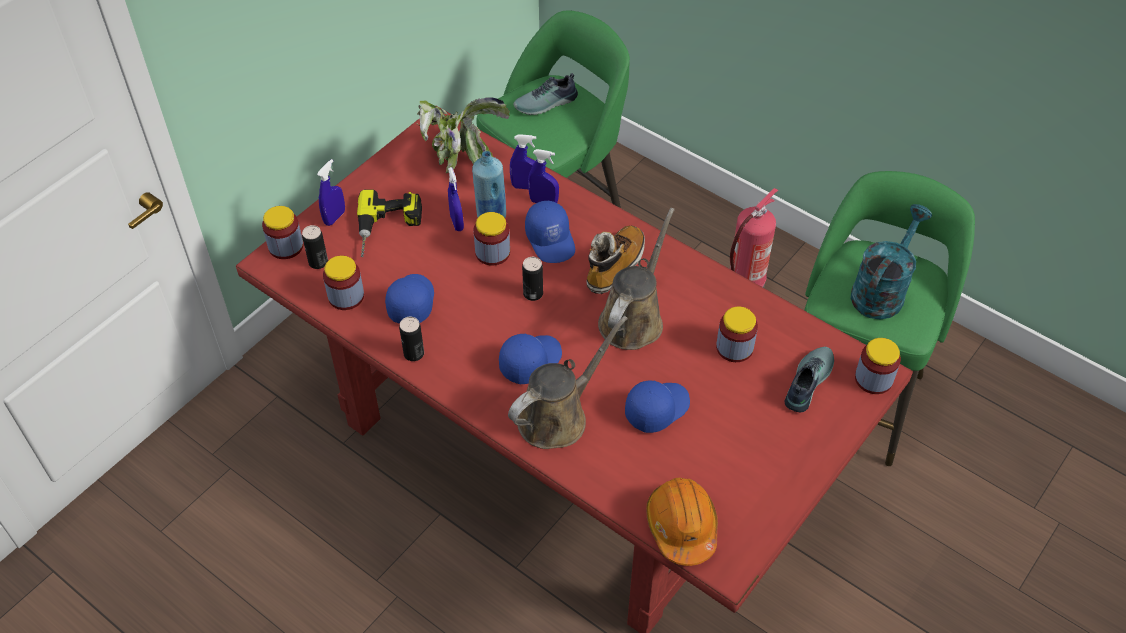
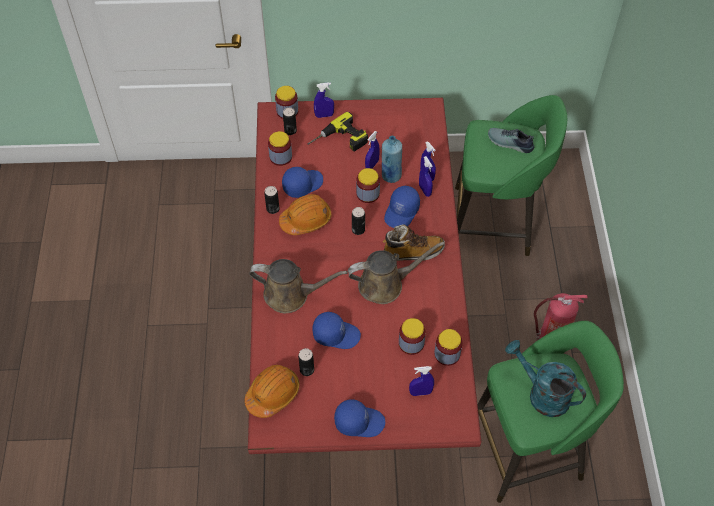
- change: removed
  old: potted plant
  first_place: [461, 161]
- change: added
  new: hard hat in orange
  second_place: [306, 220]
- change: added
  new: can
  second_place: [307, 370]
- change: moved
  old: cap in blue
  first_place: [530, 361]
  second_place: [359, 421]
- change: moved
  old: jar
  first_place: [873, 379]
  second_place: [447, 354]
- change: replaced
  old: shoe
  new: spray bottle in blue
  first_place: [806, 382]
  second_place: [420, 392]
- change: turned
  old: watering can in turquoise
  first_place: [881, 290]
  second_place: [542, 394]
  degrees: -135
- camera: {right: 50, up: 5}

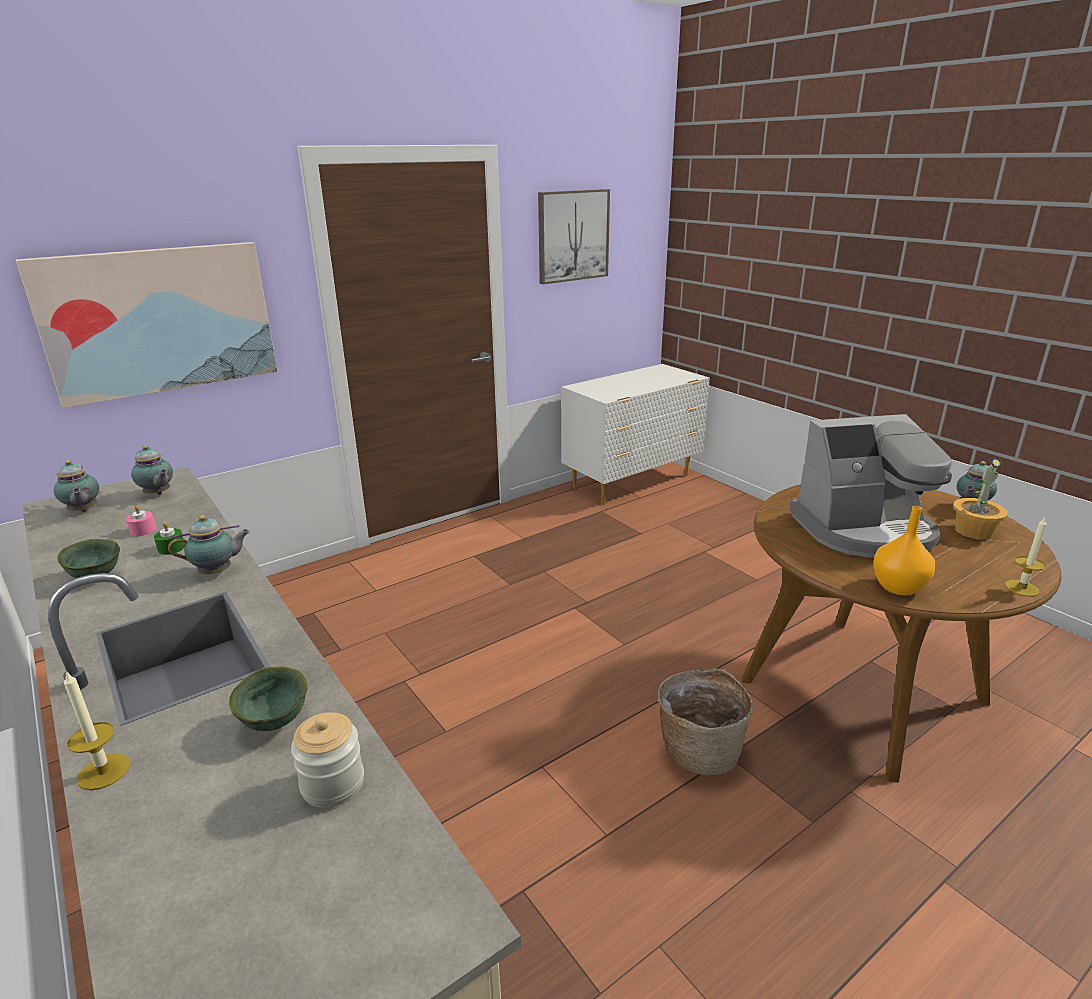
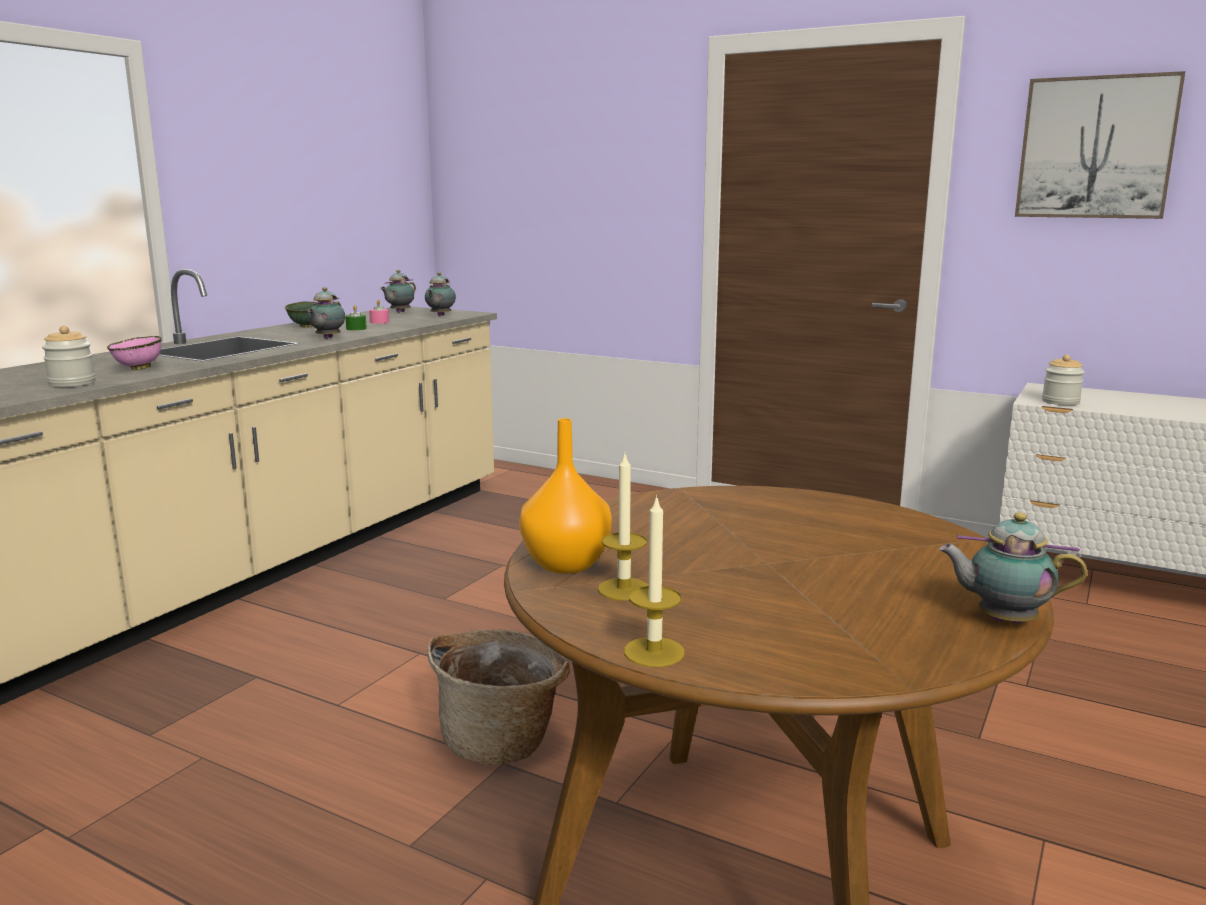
- change: removed
  old: picture
  first_place: [160, 320]
- change: removed
  old: coffee machine
  first_place: [864, 530]
- change: removed
  old: potted plant
  first_place: [973, 531]
- change: added
  new: jar
  second_place: [1060, 402]
- change: moved
  old: candle
  first_place: [104, 771]
  second_place: [624, 589]
- change: recoloured
  old: bowl in green
  new: bowl in pink
  first_place: [277, 722]
  second_place: [139, 369]
- change: turned
  old: teapot
  first_place: [218, 572]
  second_place: [327, 338]
  degrees: 60
- camera: {right: 65, up: -10}

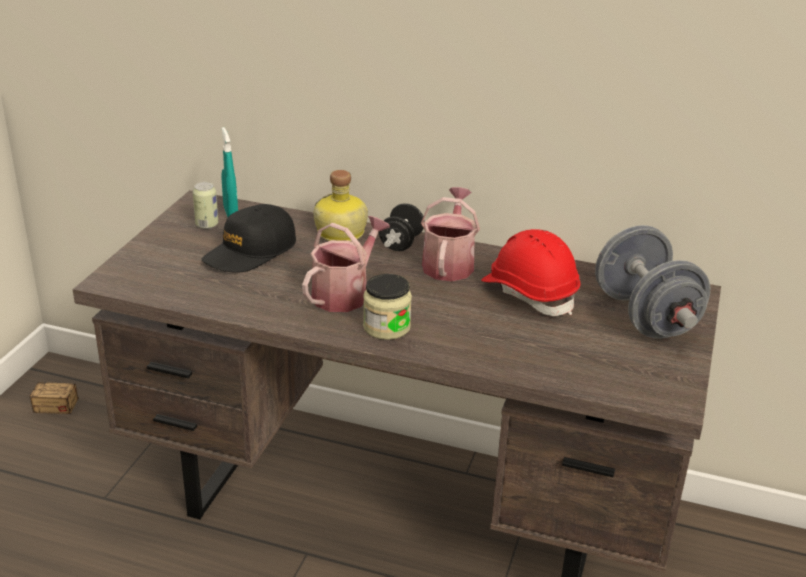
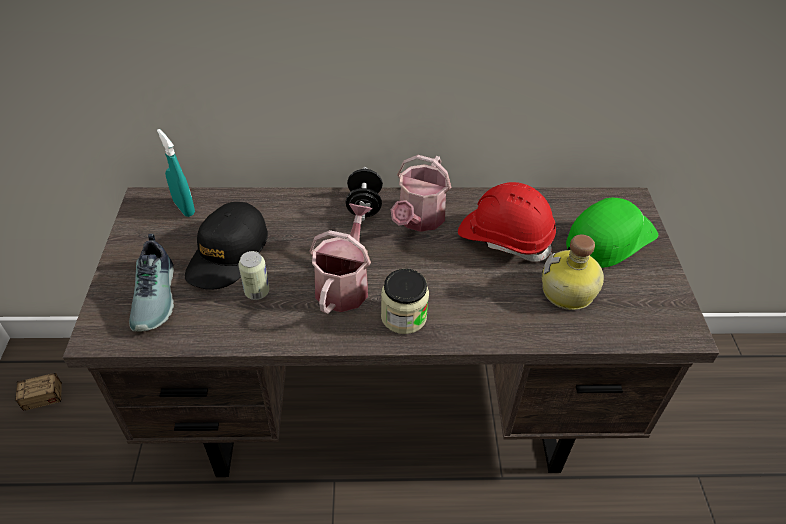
- change: added
  new: shoe
  second_place: [157, 296]
- change: moved
  old: can
  first_place: [207, 225]
  second_place: [257, 292]
- change: moved
  old: bottle
  first_place: [340, 233]
  second_place: [568, 293]
- change: replaced
  old: dumbbell in grey
  new: cap in green
  first_place: [645, 316]
  second_place: [609, 238]
- change: turned
  old: watering can
  first_place: [449, 263]
  second_place: [418, 220]
  degrees: -150
- camera: {right: -20, up: 15}

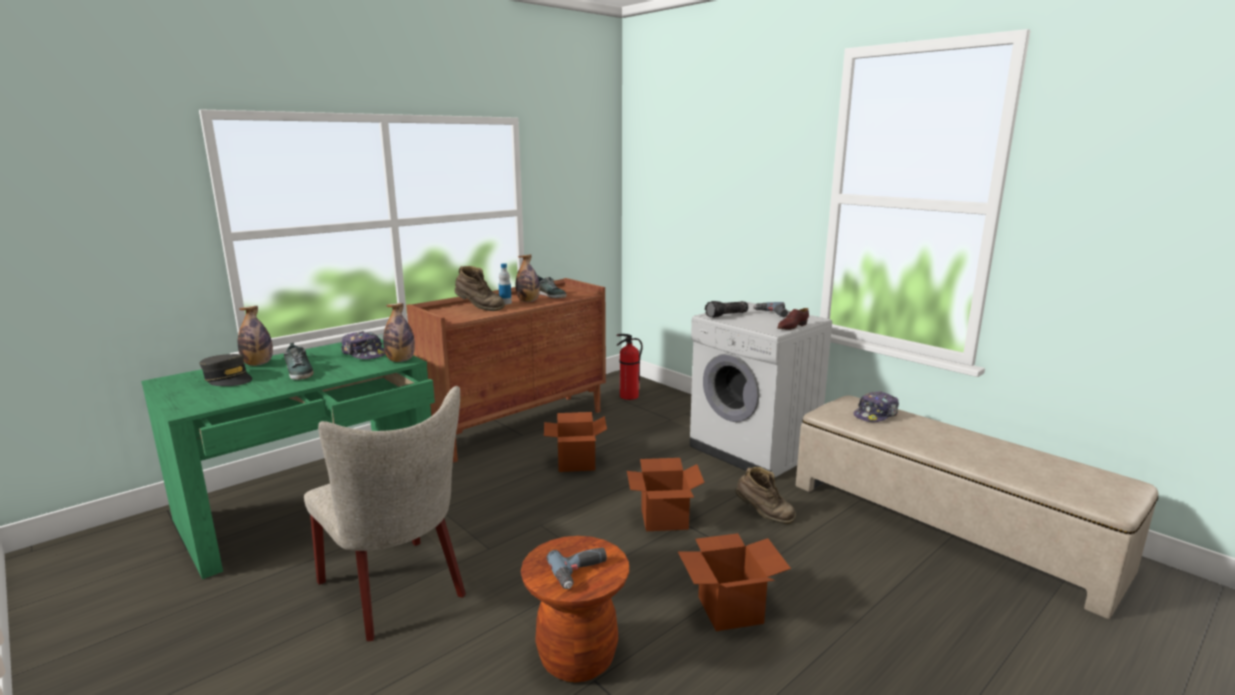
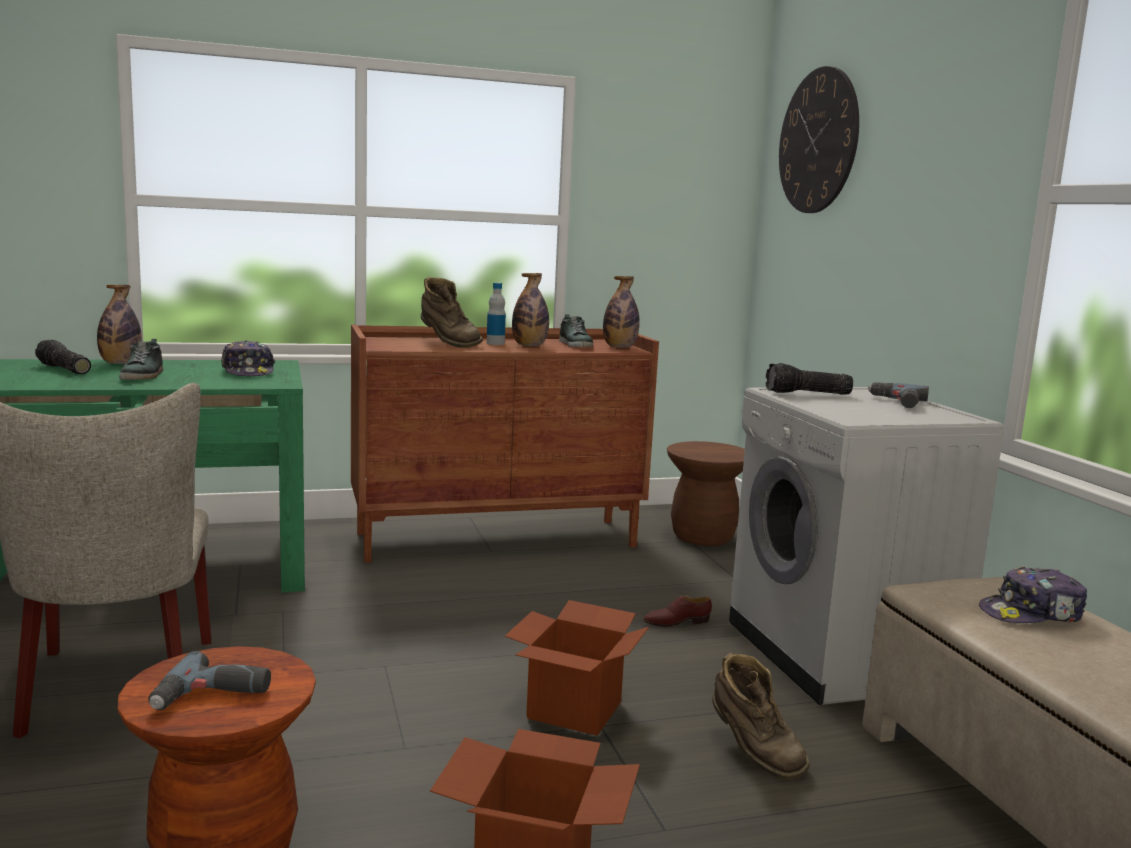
- change: removed
  old: cardboard box
  first_place: [576, 463]
- change: added
  new: wall clock
  second_place: [818, 141]
- change: moved
  old: bottle
  first_place: [400, 360]
  second_place: [619, 347]
- change: moved
  old: shoe in brown
  first_place: [792, 327]
  second_place: [676, 622]
- change: replaced
  old: cap in grey
  new: flashlight
  first_place: [228, 379]
  second_place: [63, 369]
- change: replaced
  old: fire extinguisher
  new: stool in brown
  first_place: [628, 396]
  second_place: [702, 537]
- camera: {right: 25, up: -5}

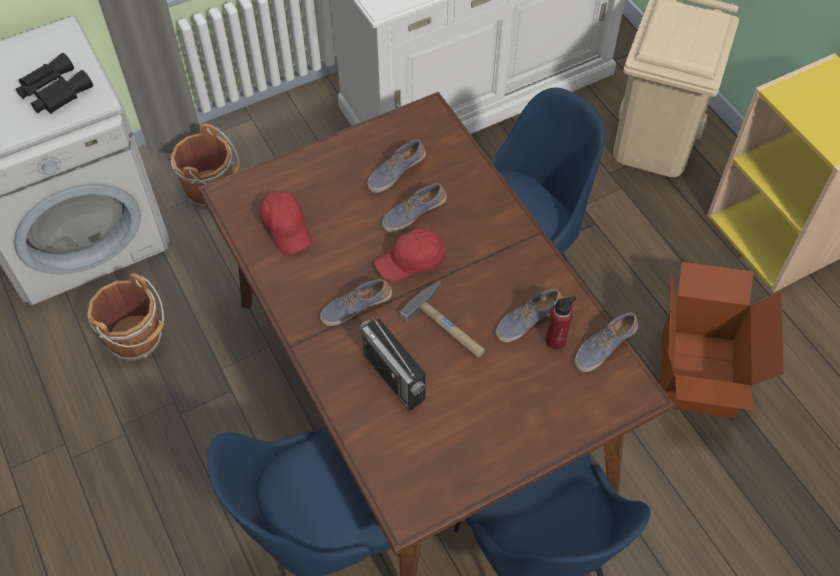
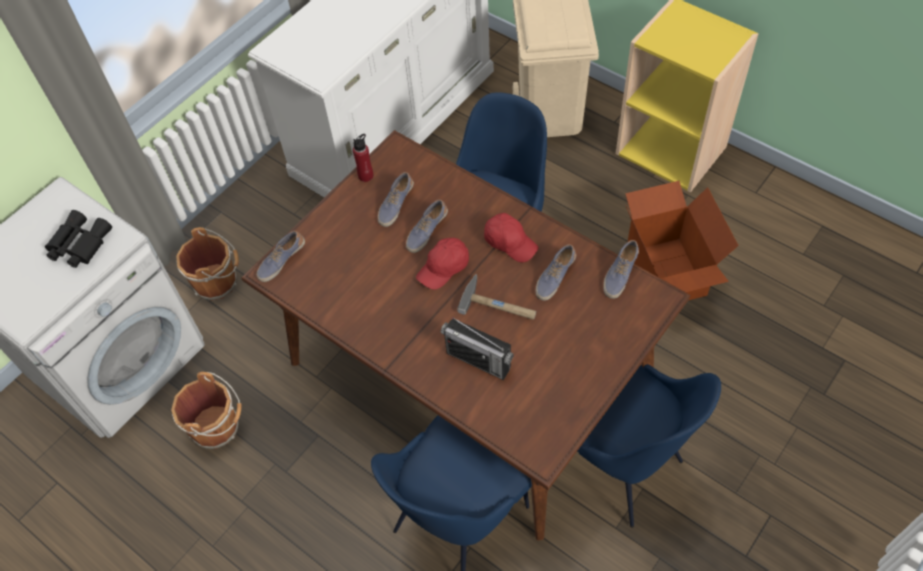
- change: moved
  old: cap in red
  first_place: [287, 228]
  second_place: [510, 242]
- change: moved
  old: shoe
  first_place: [355, 307]
  second_place: [281, 261]
- change: moved
  old: bottle in red
  first_place: [556, 340]
  second_place: [366, 176]
- camera: {right: -20, up: 0}

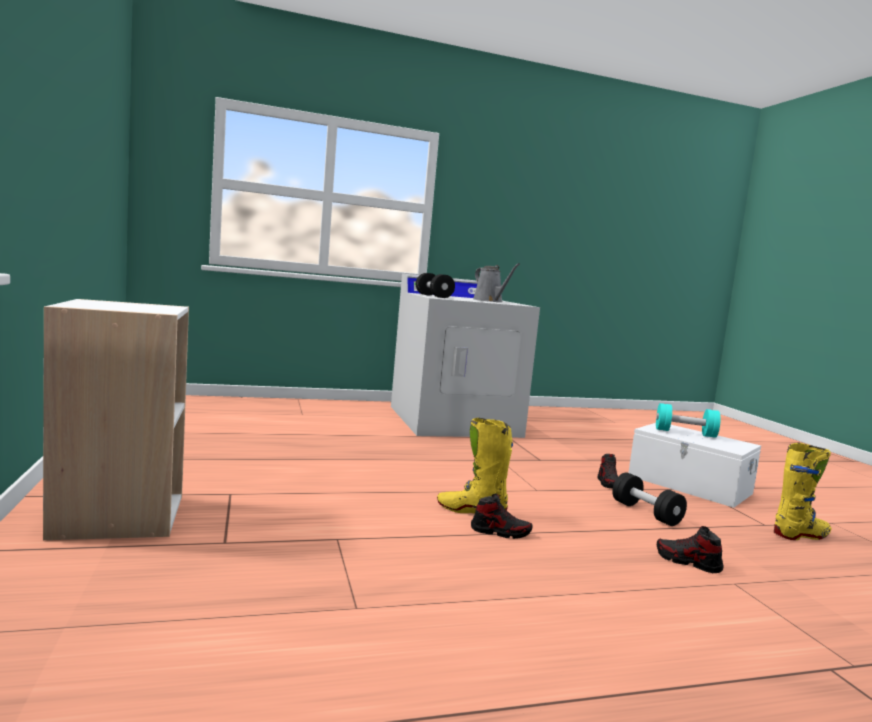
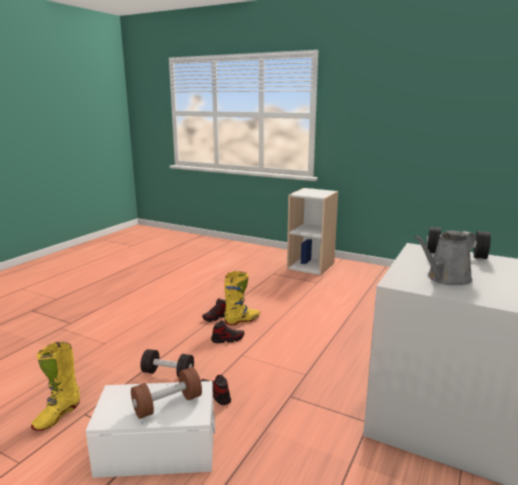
- change: moved
  old: shoe
  first_place: [688, 562]
  second_place: [227, 339]
- change: recoloured
  old: dumbbell in turquoise
  new: dumbbell in brown
  first_place: [685, 433]
  second_place: [167, 404]
- change: turned
  old: watering can in grey
  first_place: [489, 301]
  second_place: [446, 279]
  degrees: -45
- camera: {right: 135, up: 10}

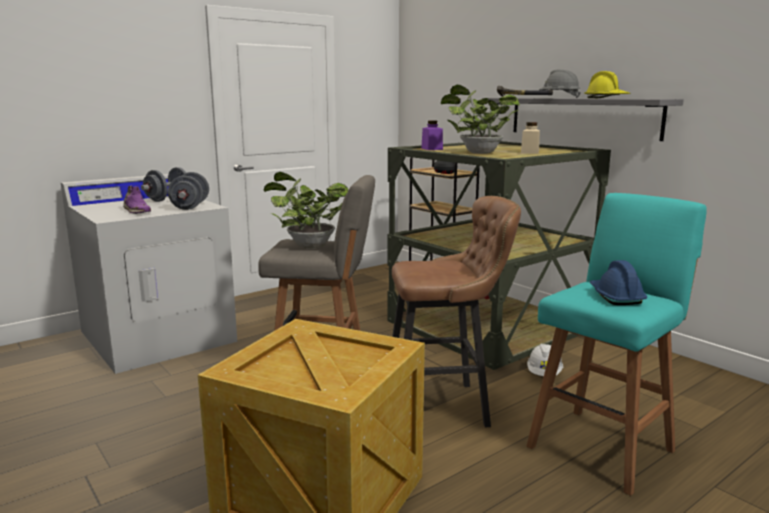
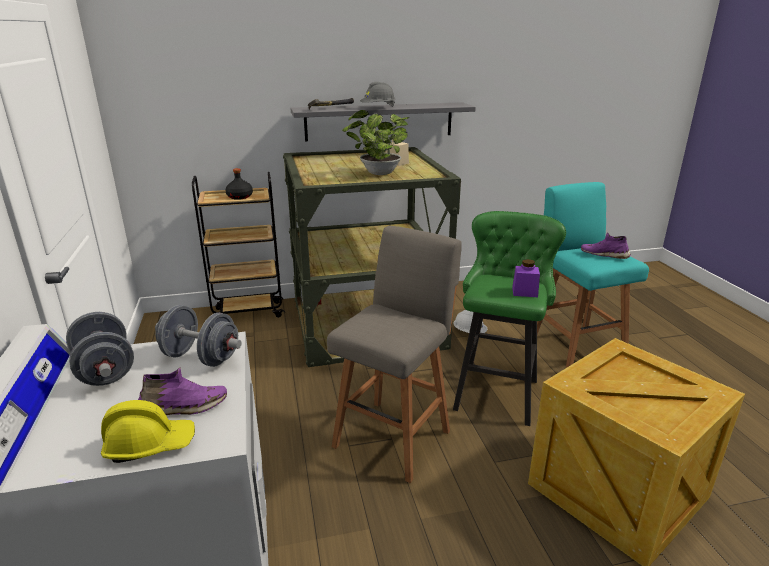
- change: removed
  old: potted plant
  first_place: [307, 246]
- change: moved
  old: jar in purple
  first_place: [432, 149]
  second_place: [524, 292]
- change: moved
  old: hard hat in yellow
  first_place: [606, 98]
  second_place: [150, 444]
- change: replaced
  old: hard hat in blue
  new: shoe in purple
  first_place: [615, 297]
  second_place: [604, 255]
- change: recoloured
  old: stool in brown
  new: stool in green
  first_place: [449, 406]
  second_place: [498, 387]
- camera: {right: -65, up: 10}

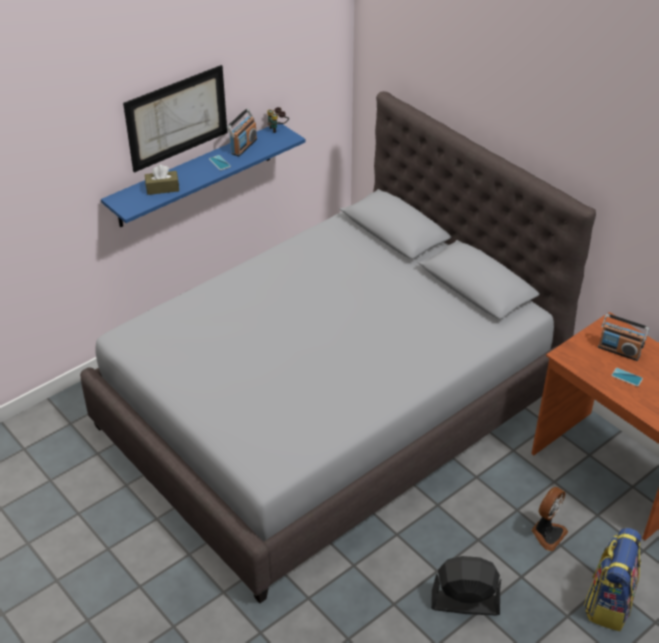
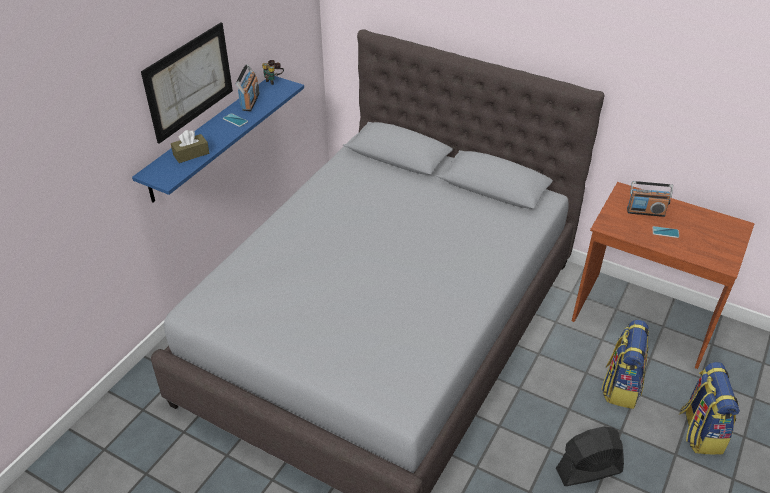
- change: replaced
  old: fan
  new: backpack
  first_place: [547, 533]
  second_place: [620, 386]
- camera: {right: -20, up: 0}

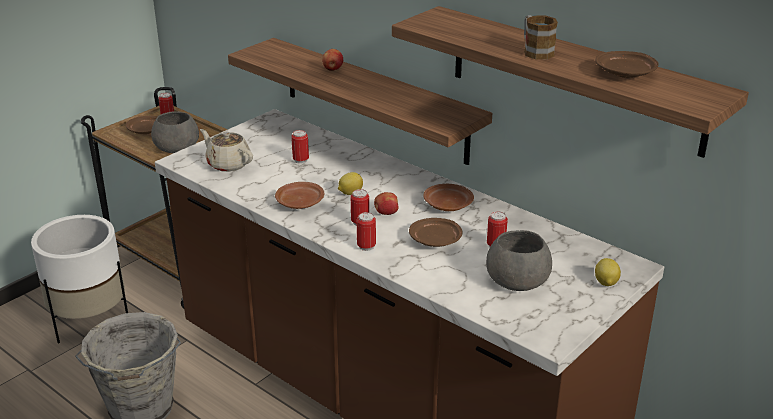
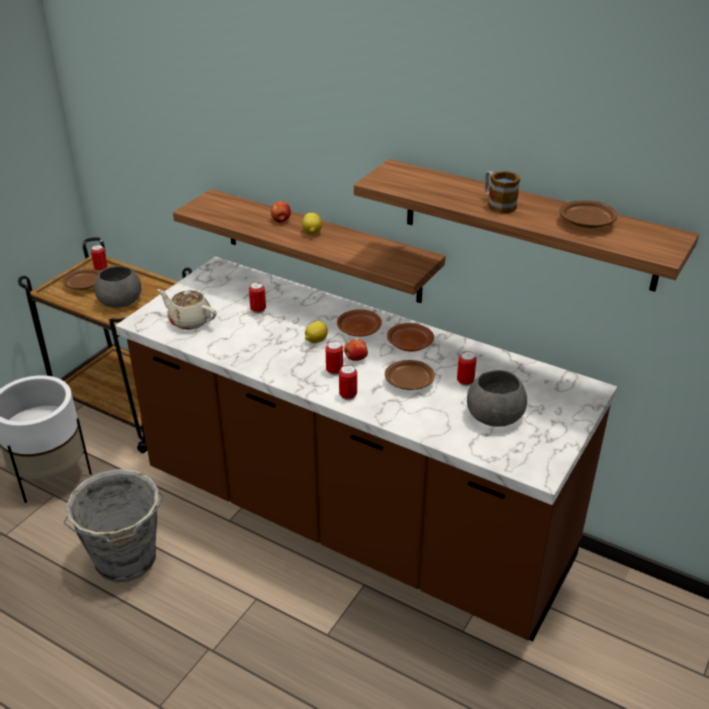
- change: moved
  old: plate in brown
  first_place: [300, 202]
  second_place: [359, 329]
- change: moved
  old: lemon
  first_place: [605, 283]
  second_place: [311, 233]
- camera: {right: -10, up: 5}

